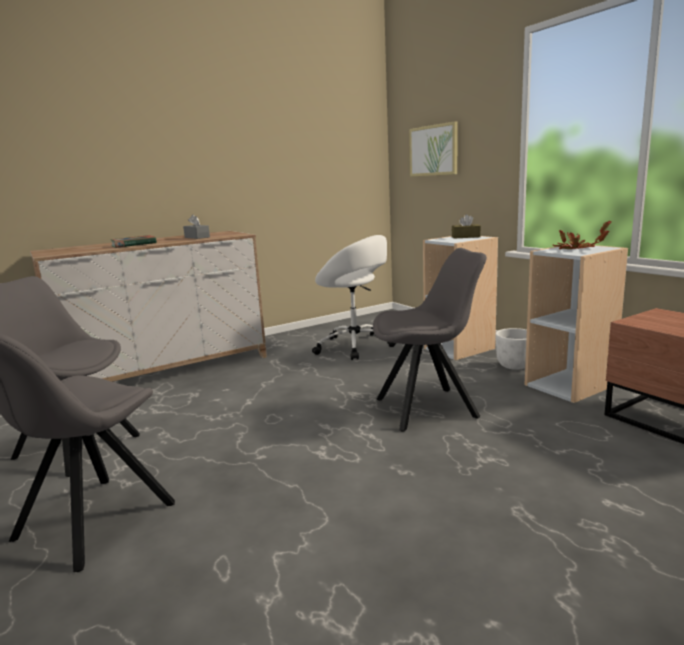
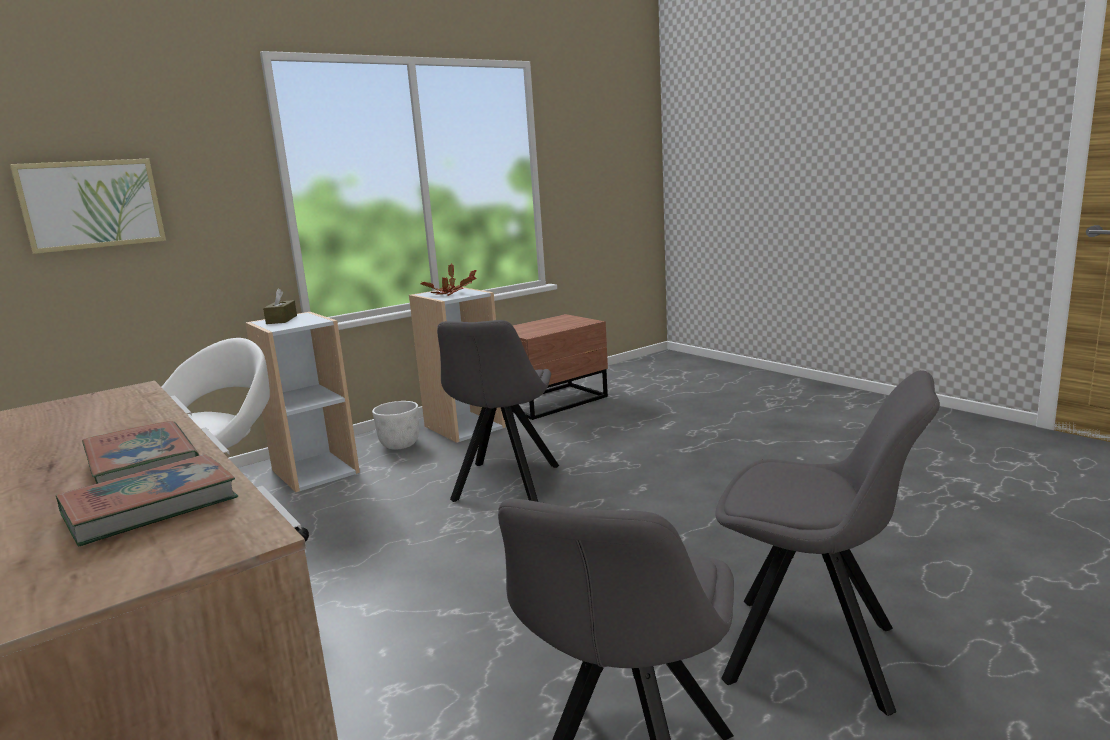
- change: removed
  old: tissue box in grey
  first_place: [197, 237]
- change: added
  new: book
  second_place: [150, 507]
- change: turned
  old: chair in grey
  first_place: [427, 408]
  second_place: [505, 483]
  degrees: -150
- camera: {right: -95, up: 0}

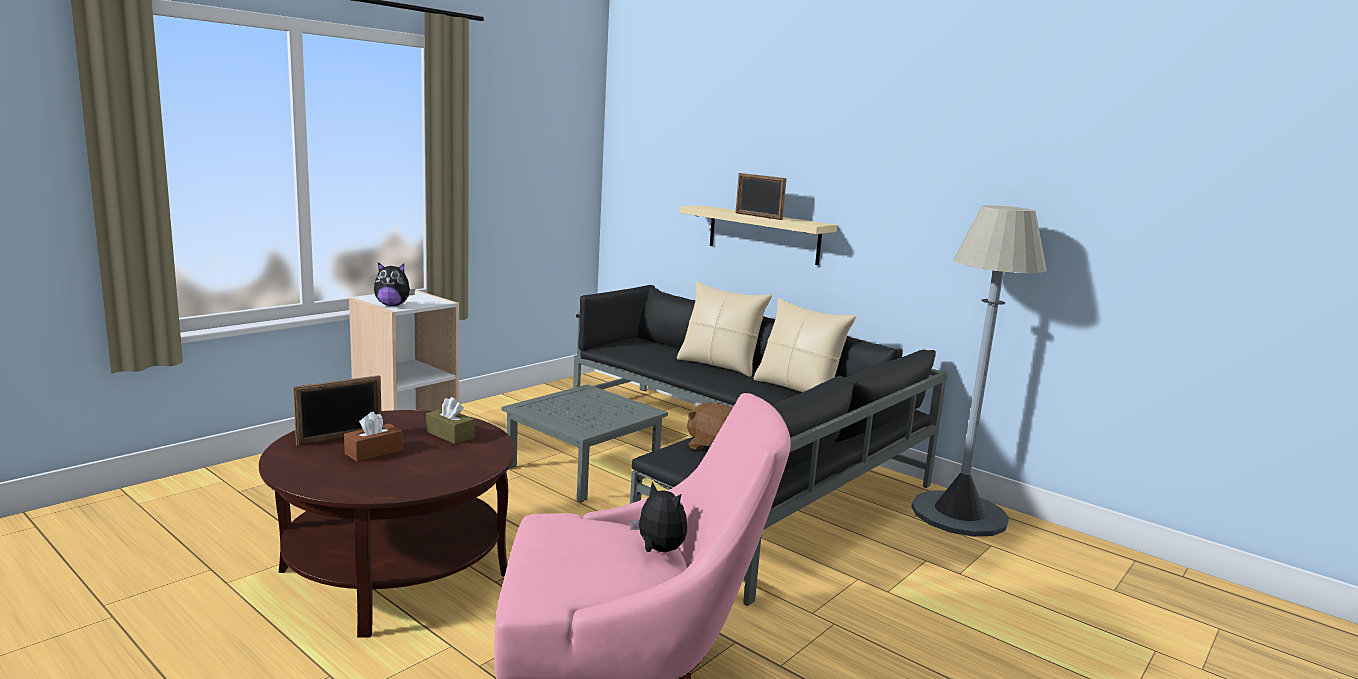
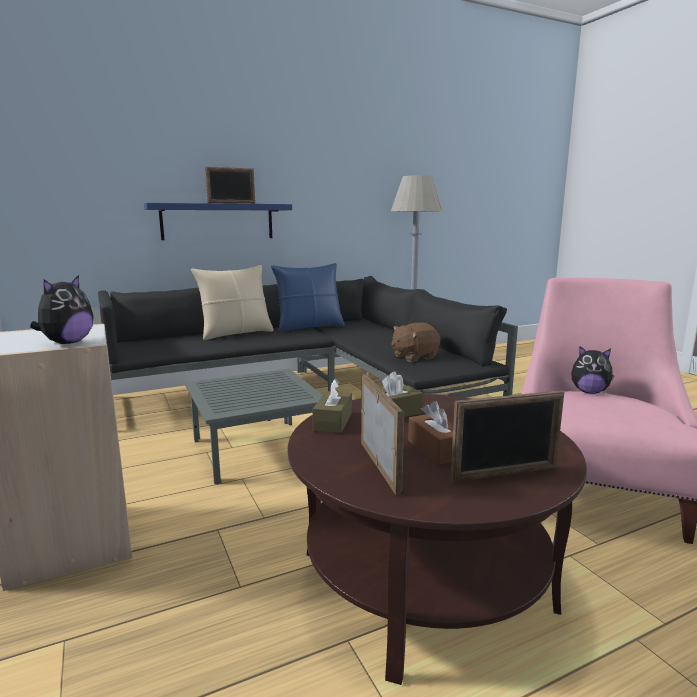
- change: added
  new: tissue box in brown
  second_place: [333, 422]
- change: added
  new: picture frame
  second_place: [504, 474]
- change: recoloured
  old: shelf in beige
  new: shelf in blue
  first_place: [763, 234]
  second_place: [218, 221]
- change: recoloured
  old: pillow in beige
  new: pillow in blue
  first_place: [798, 389]
  second_place: [309, 327]
- change: turned
  old: plush toy
  first_place: [658, 550]
  second_place: [589, 392]
  degrees: -135
- camera: {right: -65, up: 0}

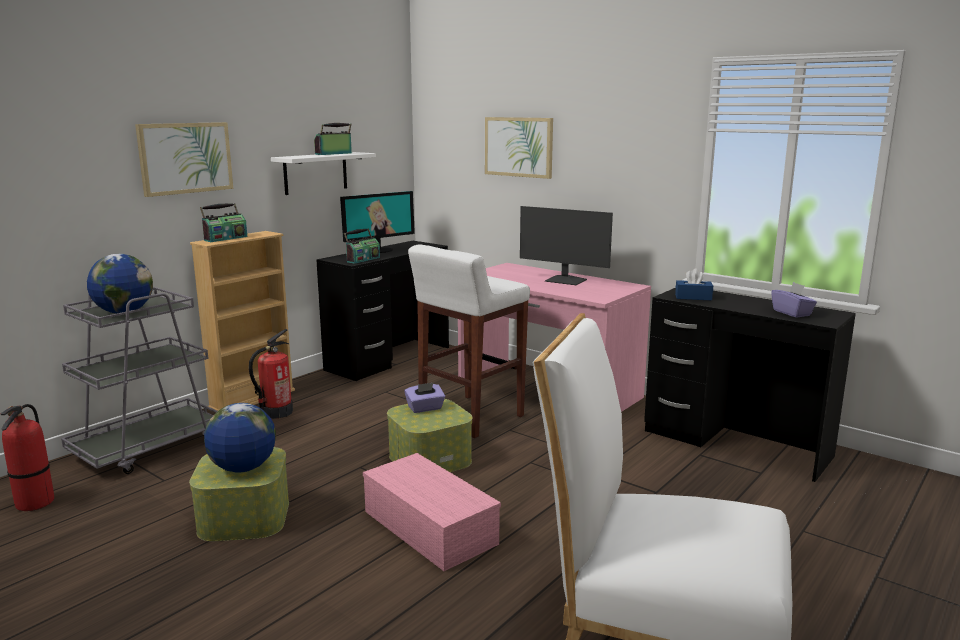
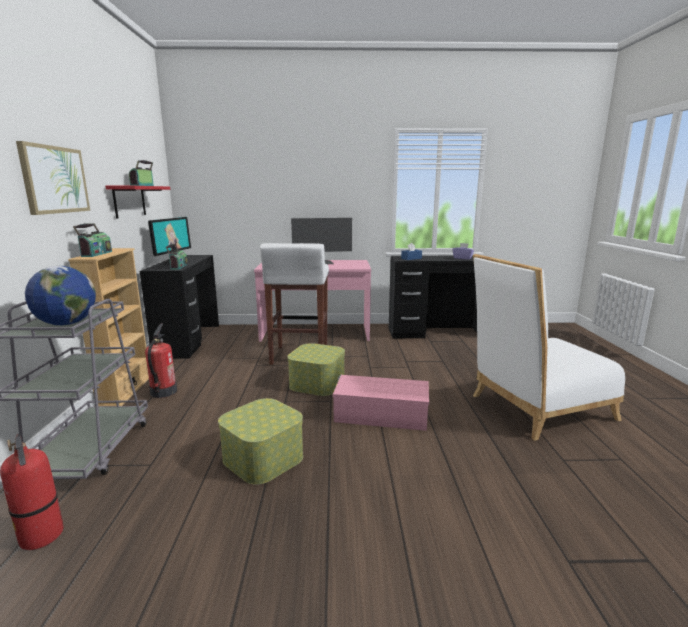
- change: removed
  old: globe
  first_place: [243, 468]
- change: removed
  old: tissue box in purple
  first_place: [425, 408]
- change: removed
  old: picture
  first_place: [519, 147]
- change: recoloured
  old: shelf in white
  new: shelf in red
  first_place: [315, 173]
  second_place: [129, 201]
- camera: {right: -40, up: 0}

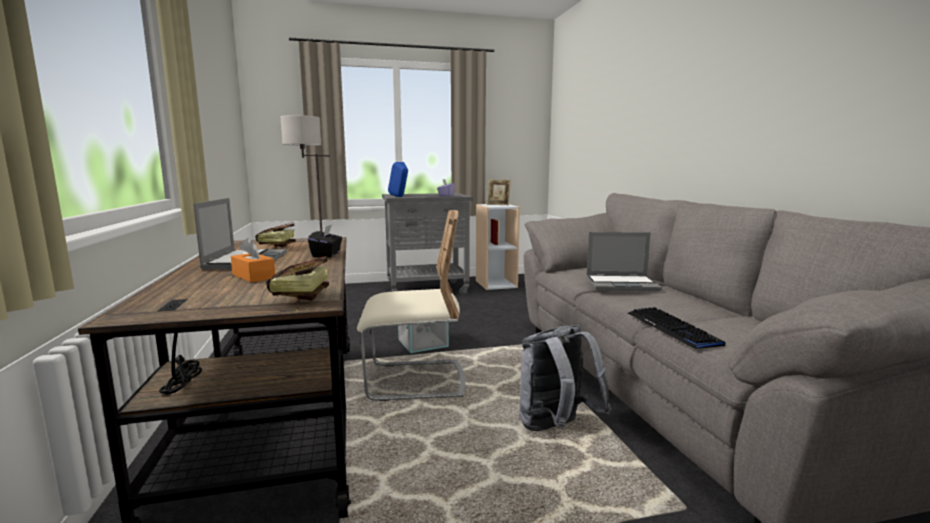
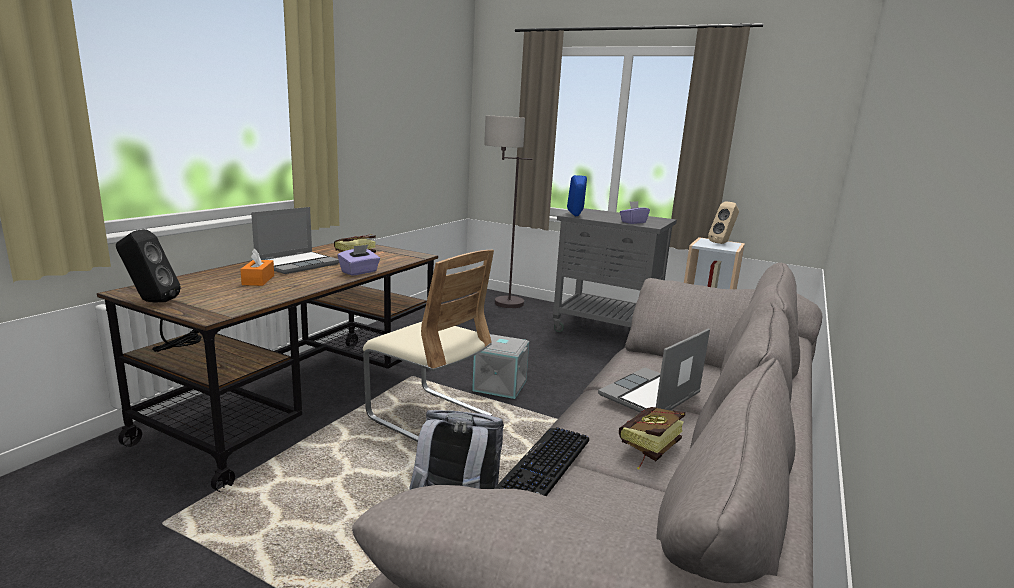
- change: added
  new: speaker in black
  second_place: [150, 301]
- change: moved
  old: book
  first_place: [299, 300]
  second_place: [646, 450]
- change: replaced
  old: picture frame
  new: speaker in beige
  first_place: [498, 204]
  second_place: [722, 243]
- change: recoloured
  old: tissue box in black
  new: tissue box in purple
  first_place: [327, 254]
  second_place: [359, 272]
- change: turned
  old: laptop
  first_place: [622, 284]
  second_place: [650, 396]
  degrees: 90
- camera: {right: 40, up: 5}

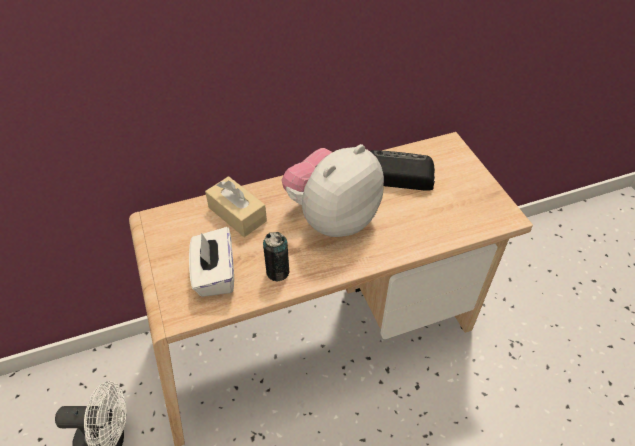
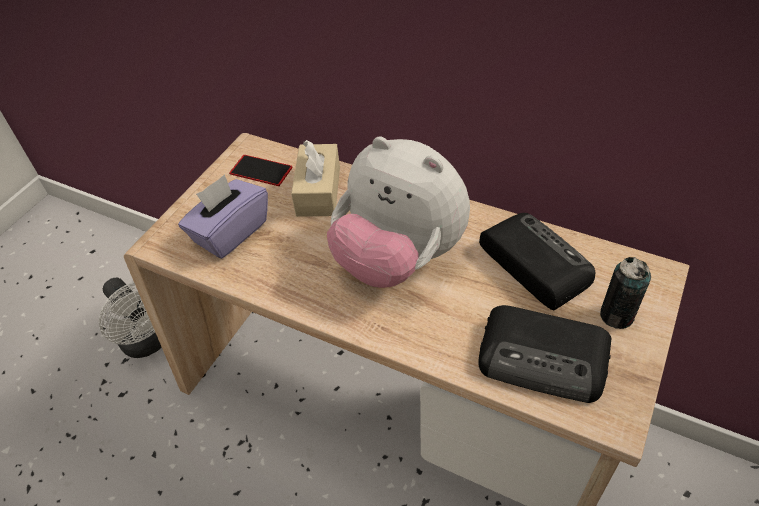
- change: added
  new: phone
  second_place: [261, 170]
- change: added
  new: radio
  second_place: [544, 359]
- change: moved
  old: can
  first_place: [277, 272]
  second_place: [616, 316]
- change: recoloured
  old: tissue box in white
  new: tissue box in purple
  first_place: [215, 275]
  second_place: [230, 232]
- change: turned
  old: plush toy
  first_place: [332, 218]
  second_place: [399, 258]
  degrees: -150
- camera: {right: 50, up: 0}

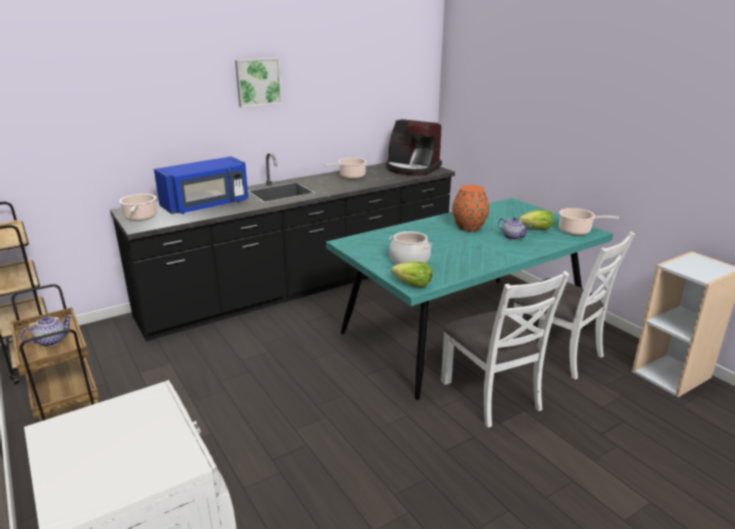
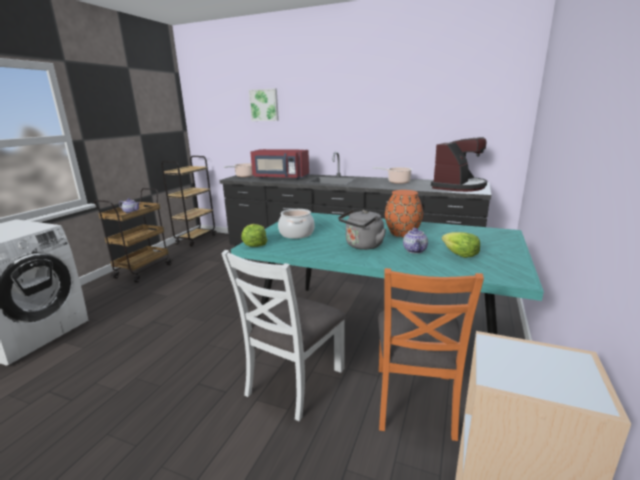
- change: removed
  old: cooking pot
  first_place: [577, 231]
- change: added
  new: kettle in grey
  second_place: [362, 246]
- change: moved
  old: picture
  first_place: [258, 82]
  second_place: [264, 105]
- change: recoloured
  old: microwave in blue
  new: microwave in red
  first_place: [206, 205]
  second_place: [280, 178]
- change: recoloured
  old: chair in white
  new: chair in orange
  first_place: [557, 352]
  second_place: [415, 400]
- change: turned
  old: coffee machine
  first_place: [412, 169]
  second_place: [459, 186]
  degrees: -135
- camera: {right: 55, up: -5}

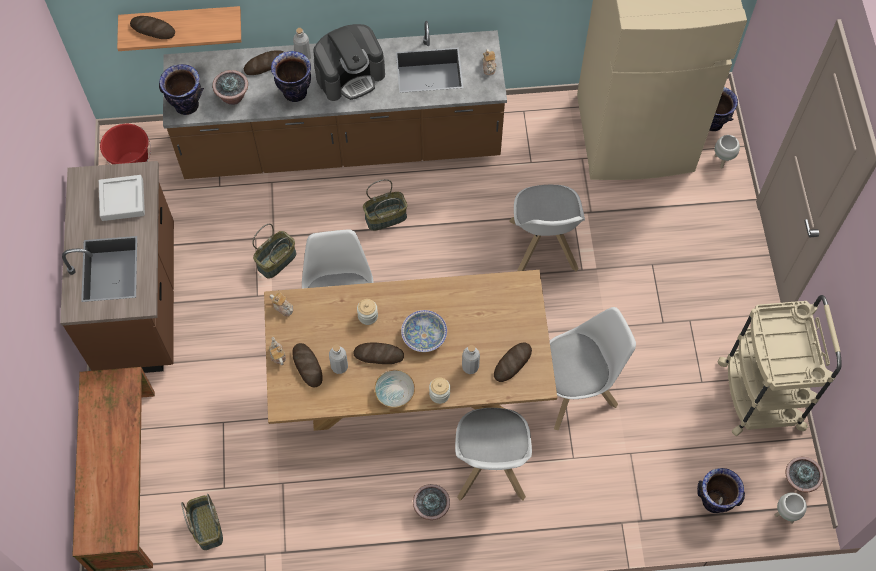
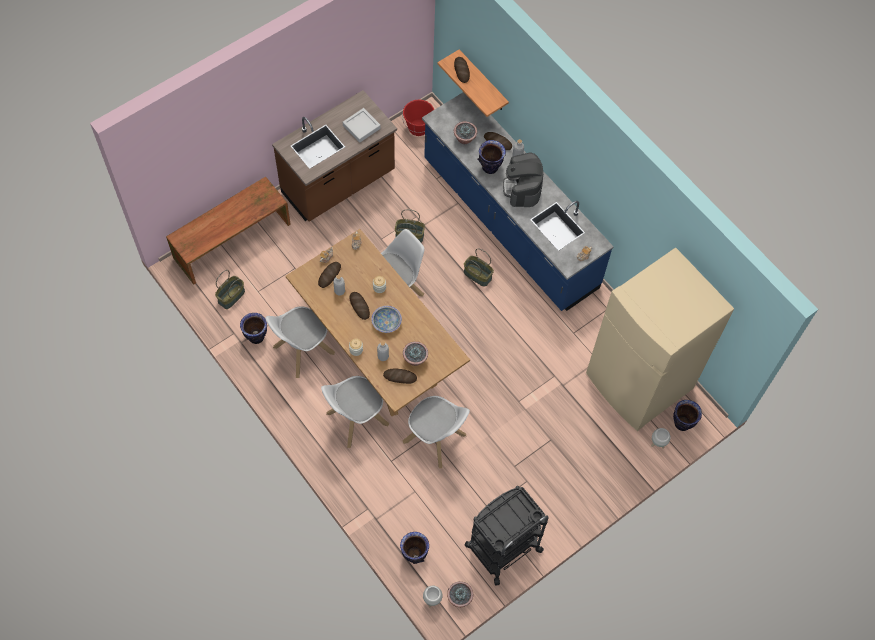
- change: removed
  old: bowl
  first_place: [394, 392]
- change: moved
  old: vase
  first_place: [186, 106]
  second_place: [256, 337]
- change: moved
  old: potted plant
  first_place: [431, 508]
  second_place: [415, 359]
- change: moved
  old: chair
  first_place: [543, 247]
  second_place: [302, 351]
- change: recoloured
  old: counter in brown
  new: counter in blue
  first_place: [342, 145]
  second_place: [509, 224]
- change: recoloured
  old: cart in beige
  new: cart in black
  first_place: [760, 394]
  second_place: [503, 547]
- change: turned
  old: coffee machine
  first_place: [350, 75]
  second_place: [522, 188]
  degrees: 60
- camera: {right: 55, up: 0}

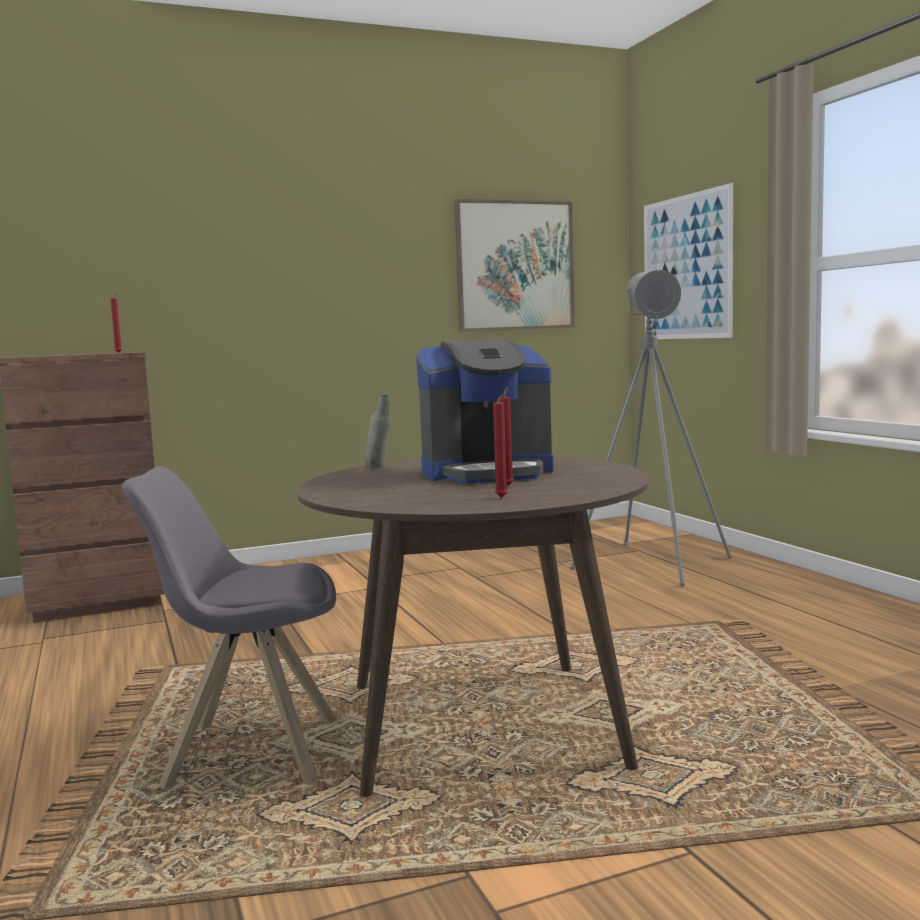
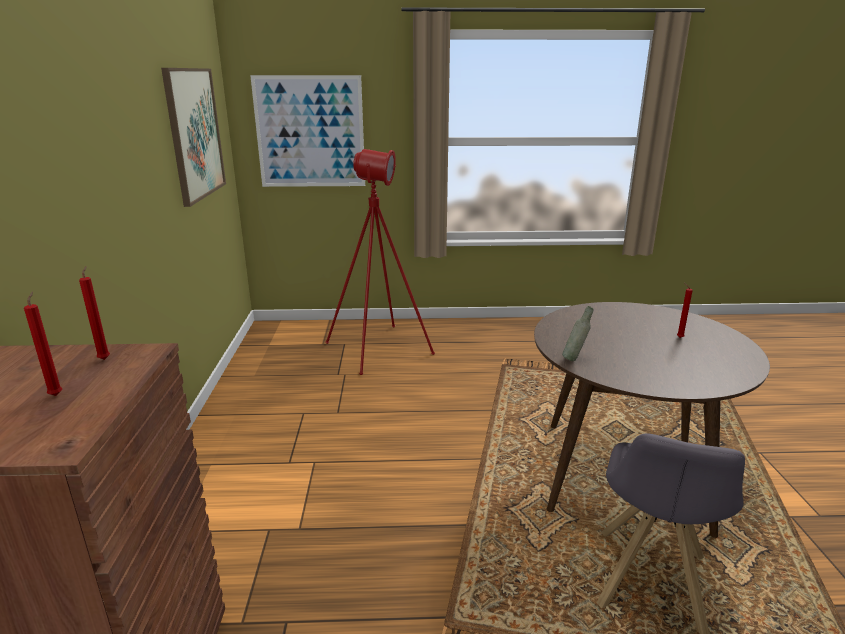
- change: removed
  old: coffee machine
  first_place: [486, 472]
- change: moved
  old: candle in red
  first_place: [503, 497]
  second_place: [57, 394]
- change: recoloured
  old: floor lamp in grey
  new: floor lamp in red
  first_place: [651, 564]
  second_place: [379, 349]
- camera: {right: -70, up: 15}

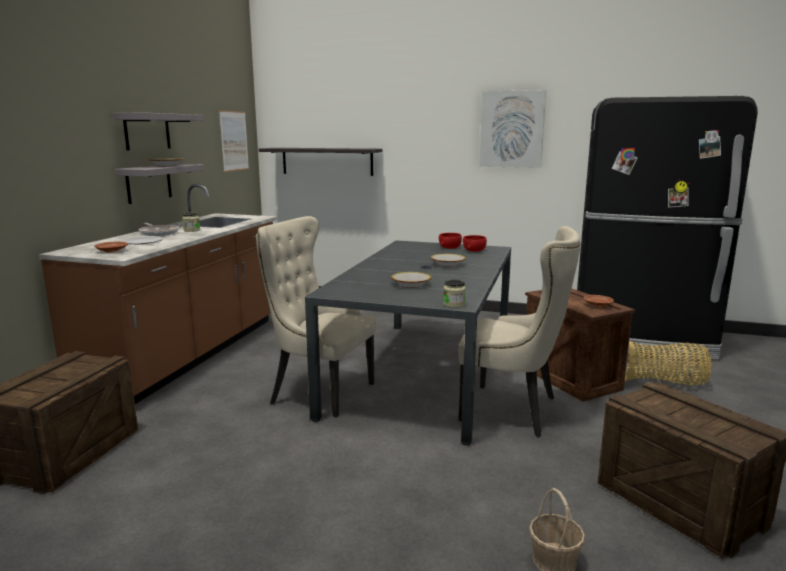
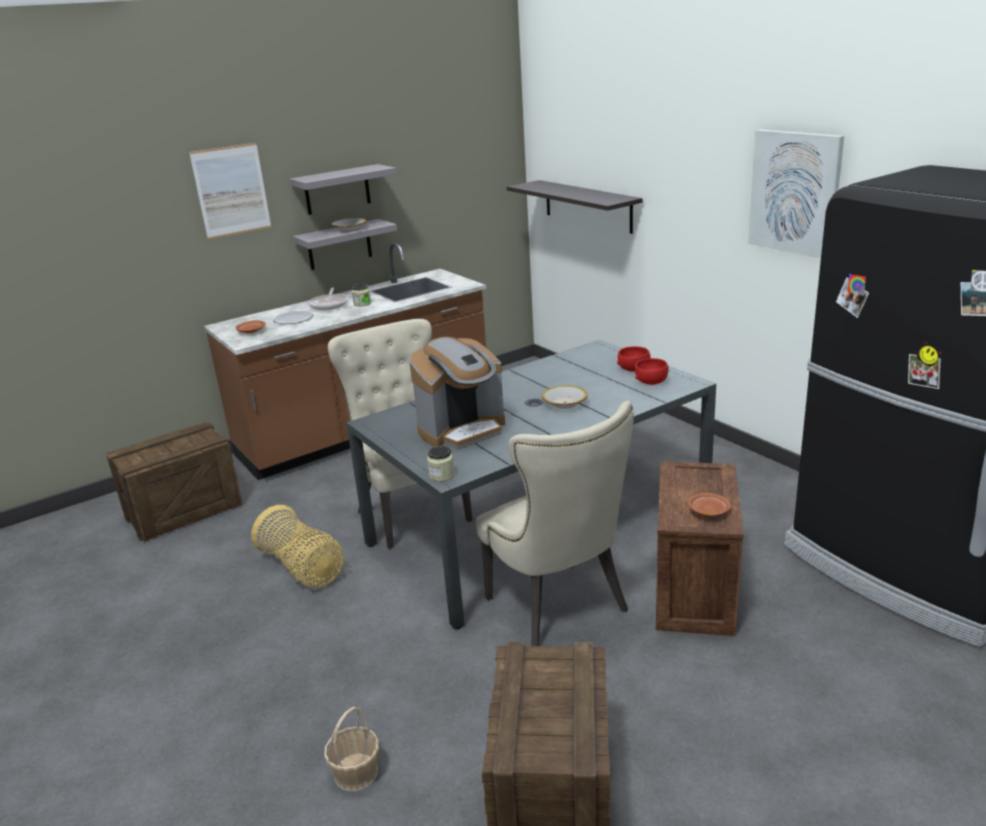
- change: moved
  old: picture
  first_place: [234, 141]
  second_place: [231, 190]
- change: moved
  old: basket
  first_place: [662, 382]
  second_place: [303, 569]
- change: replaced
  old: bowl
  new: coffee machine
  first_place: [411, 284]
  second_place: [462, 430]
- camera: {right: 40, up: 10}

